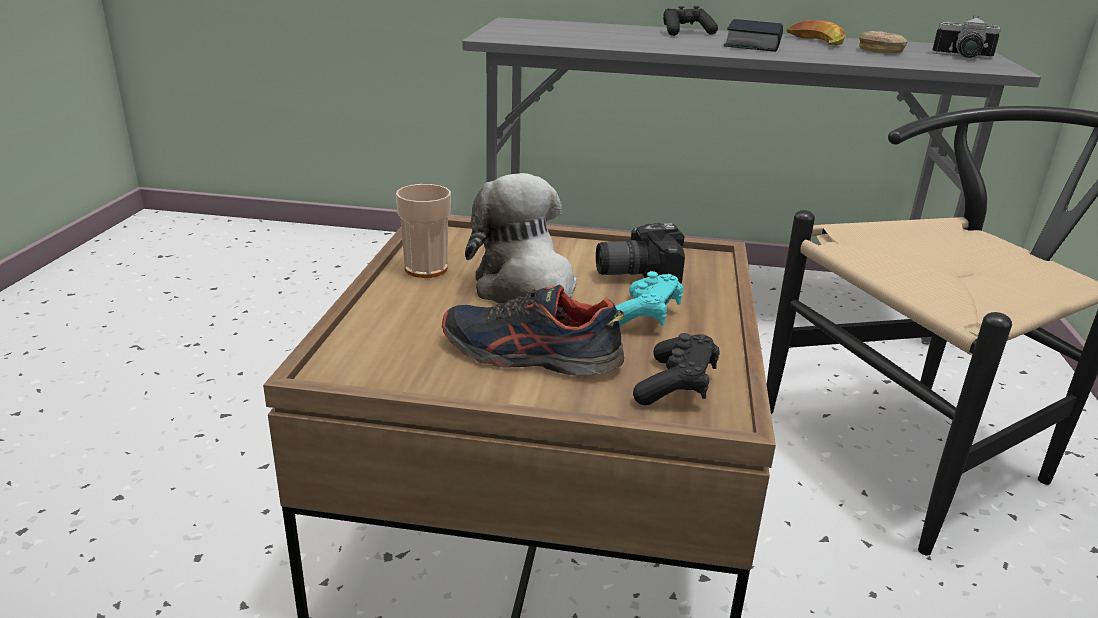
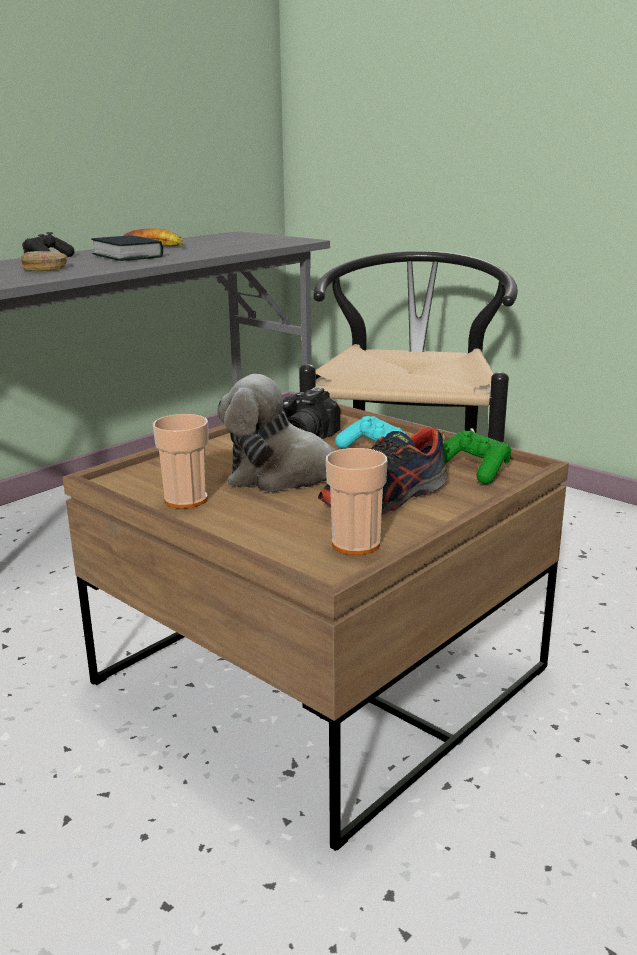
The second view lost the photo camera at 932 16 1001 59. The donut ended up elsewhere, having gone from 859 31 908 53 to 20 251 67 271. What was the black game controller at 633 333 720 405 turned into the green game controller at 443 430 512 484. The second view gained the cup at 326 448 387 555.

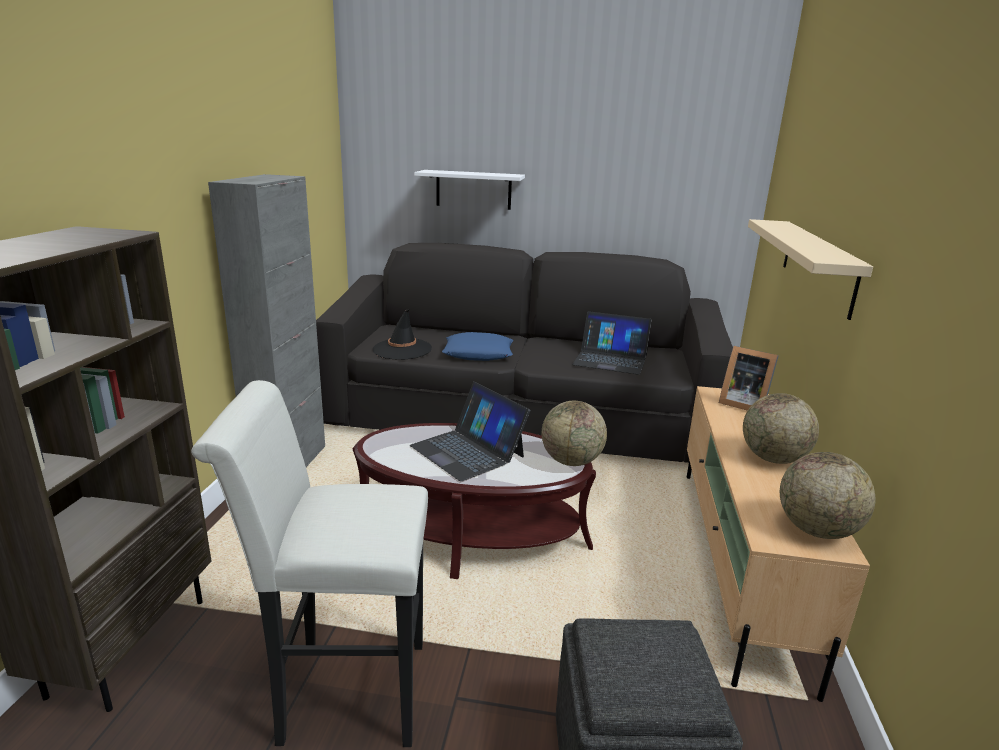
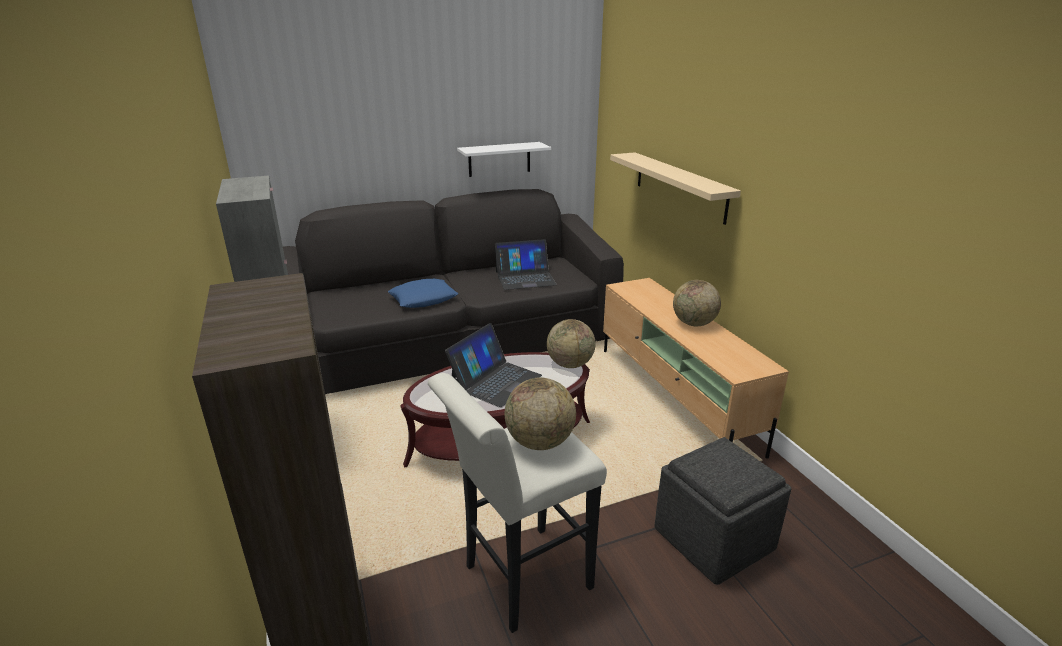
The white shelf ended up elsewhere, having gone from 414 170 525 210 to 457 142 551 177. The second view lost the black hat at 373 309 432 360. The second view lost the picture frame at 719 346 779 411. The laptop at 410 382 530 481 ended up facing another way, 75 degrees counterclockwise from before. The globe ended up elsewhere, having gone from 780 452 876 539 to 505 377 576 450.

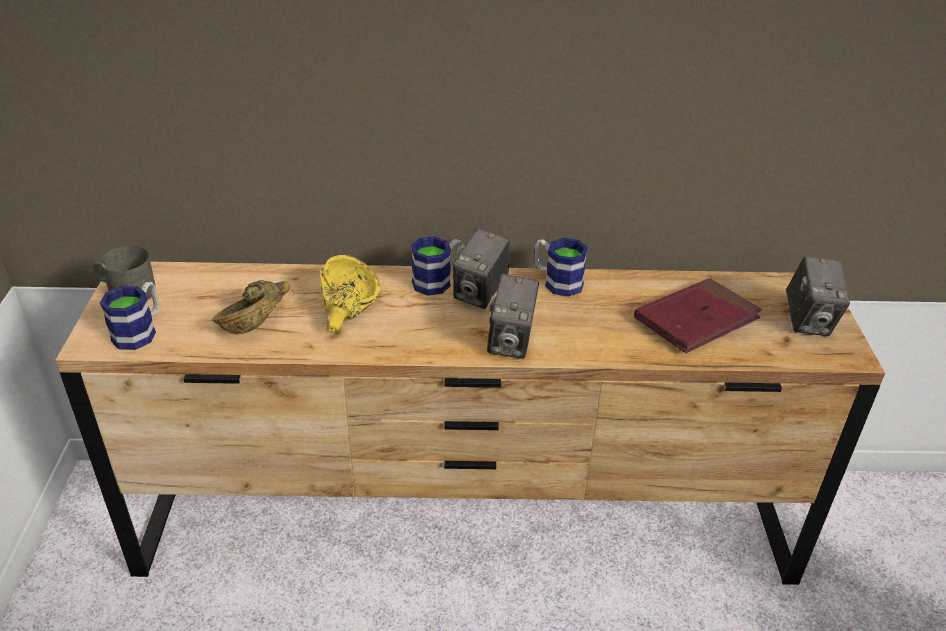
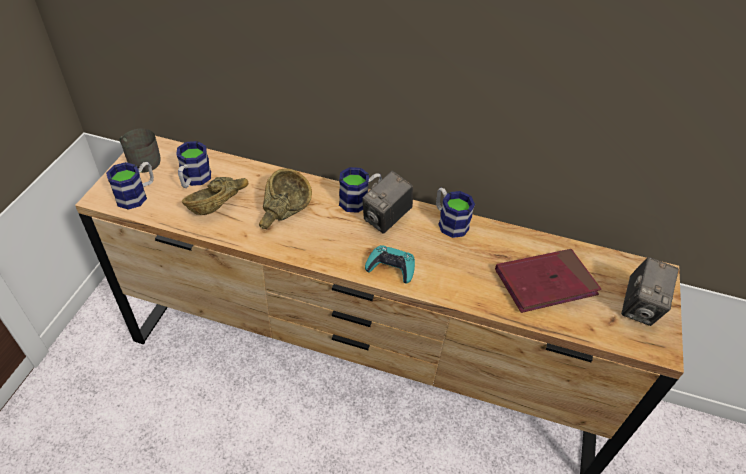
What was the yellow bowl at 320 255 380 332 turned into the brown bowl at 259 168 312 229. Where the photo camera stood at 487 274 539 359, the turquoise game controller came to stand at 365 245 415 284. The second view gained the mug at 176 141 211 188.

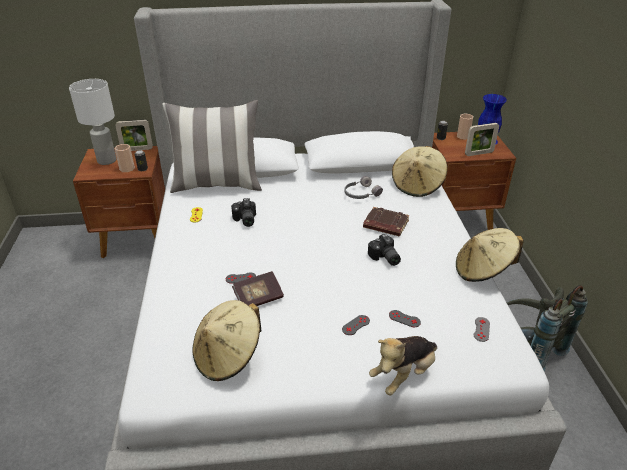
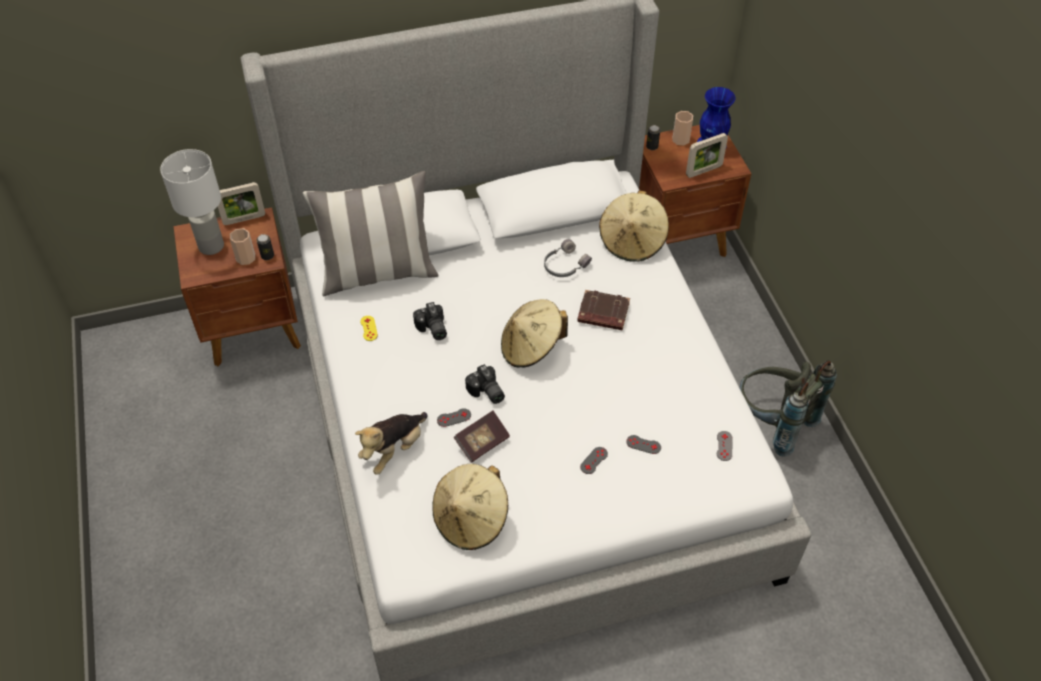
The beige hat ended up elsewhere, having gone from 456 228 524 282 to 501 299 568 368. The photo camera ended up elsewhere, having gone from 368 234 401 266 to 465 364 505 404. The plush toy ended up elsewhere, having gone from 369 336 437 396 to 355 412 428 475.

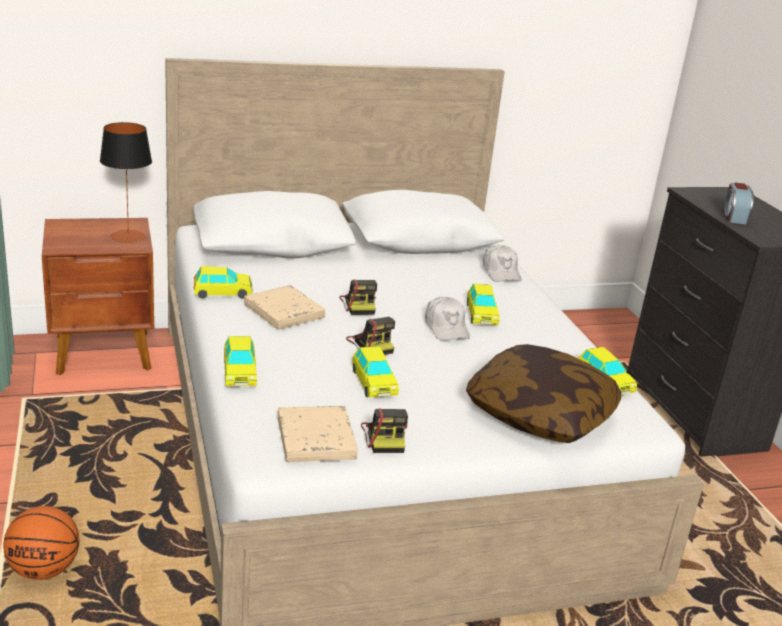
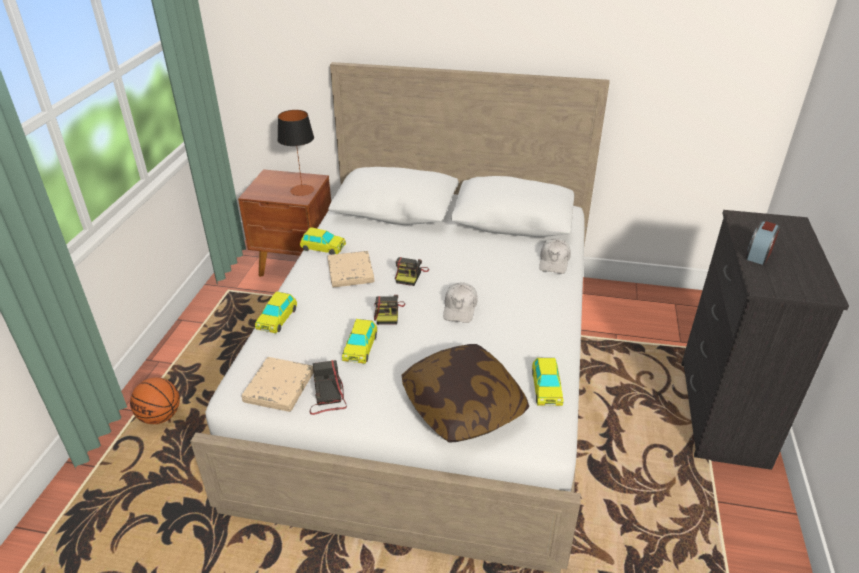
The second view lost the toy car at 467 284 500 325. The photo camera at 361 408 408 453 ended up facing another way, 150 degrees clockwise from before.

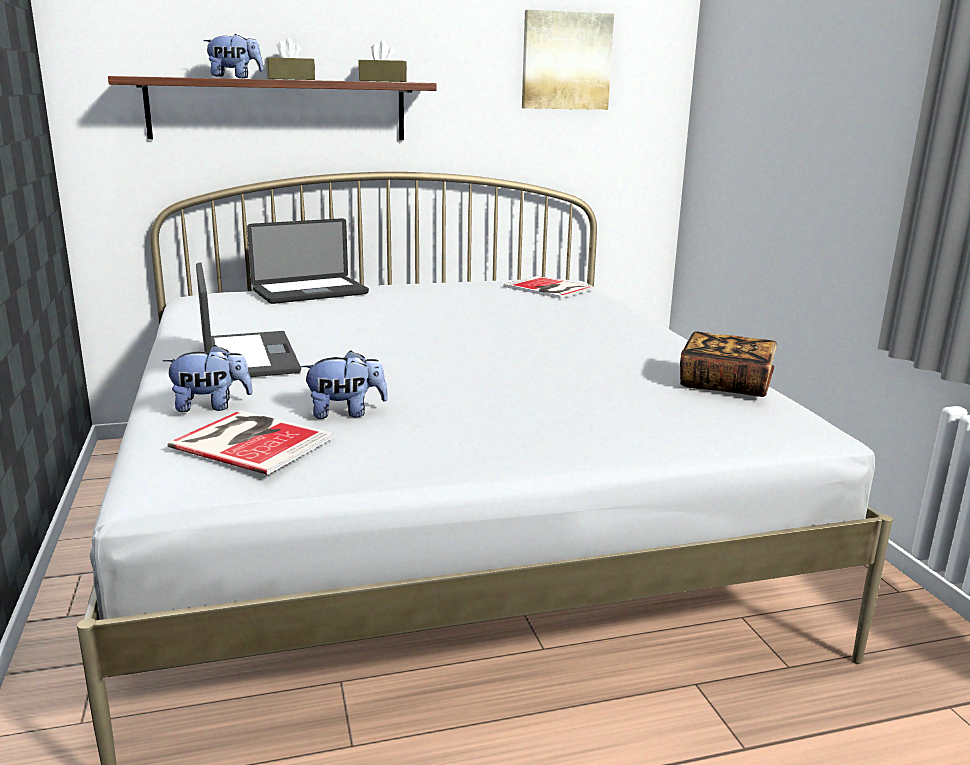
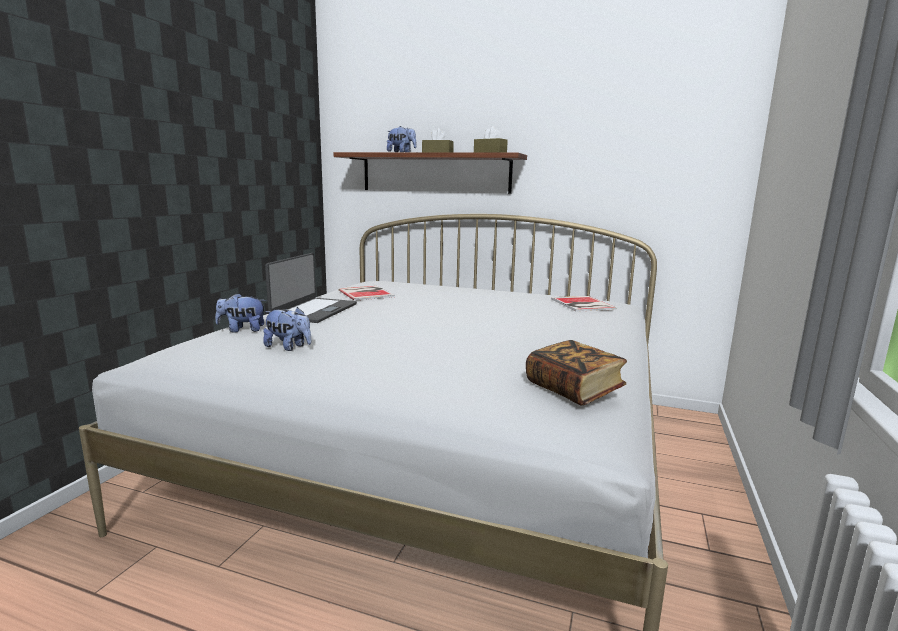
The second view lost the picture at 522 10 614 110. The second view lost the laptop at 247 218 369 304. The plush toy at 163 345 253 412 ended up facing another way, 150 degrees clockwise from before. The book ended up elsewhere, having gone from 167 410 334 475 to 339 286 395 301.

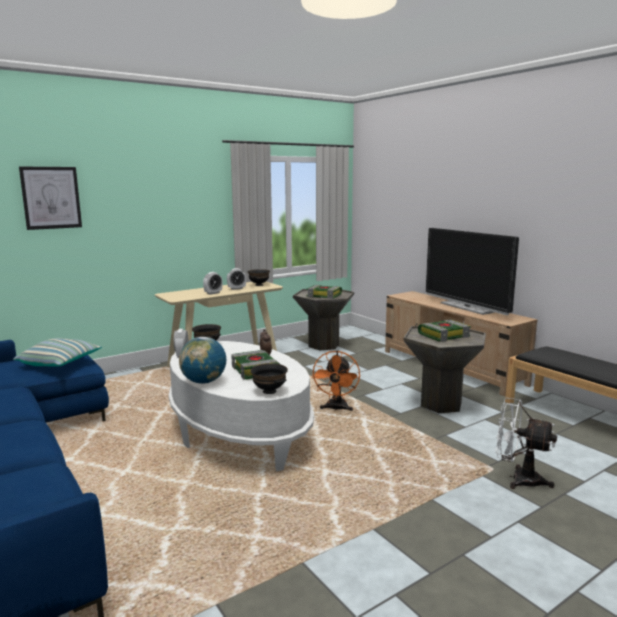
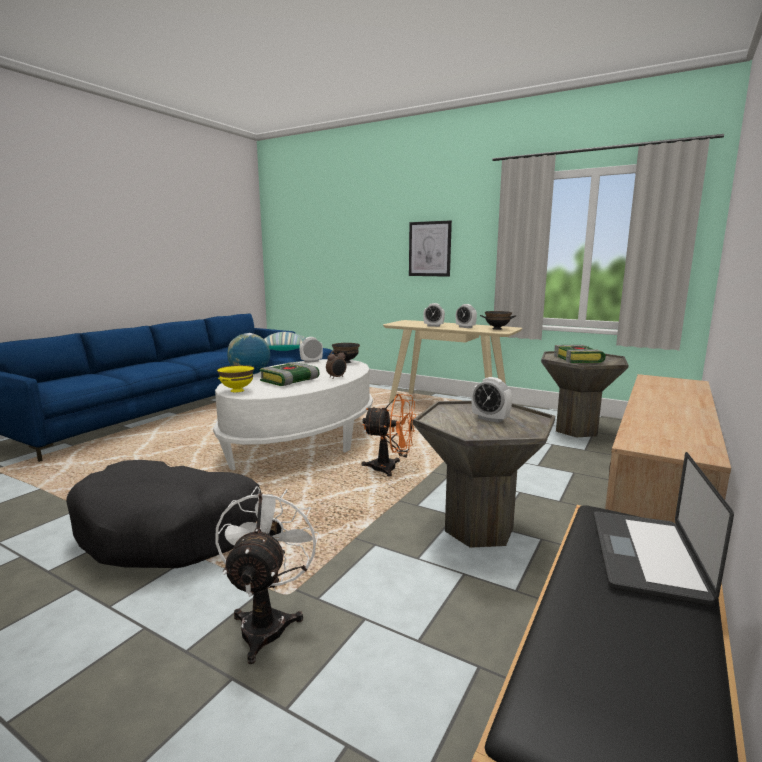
The picture ended up elsewhere, having gone from 19 167 82 230 to 409 220 452 277. The second view lost the television at 426 228 519 315. Where the book stood at 418 320 471 342, the alarm clock came to stand at 471 377 512 423. The orange fan at 311 351 360 411 ended up facing another way, 150 degrees counterclockwise from before. What was the black bowl at 250 363 288 394 turned into the yellow bowl at 217 365 255 392. The second view gained the laptop at 594 452 734 606. The second view gained the black dog bed at 66 460 261 568.

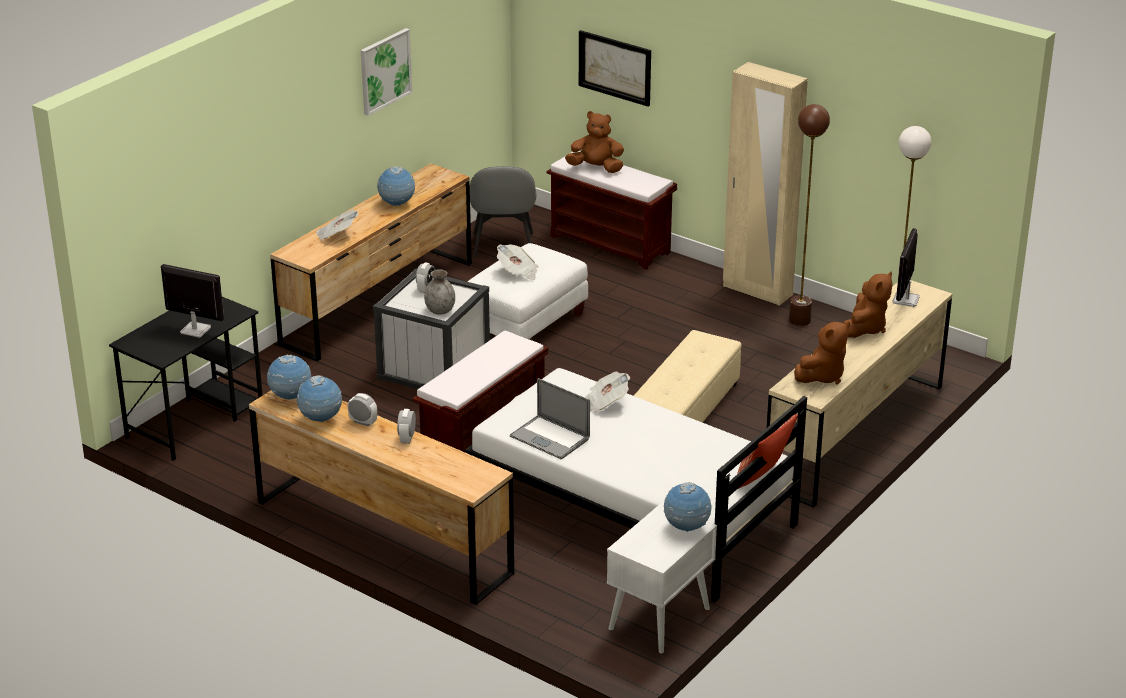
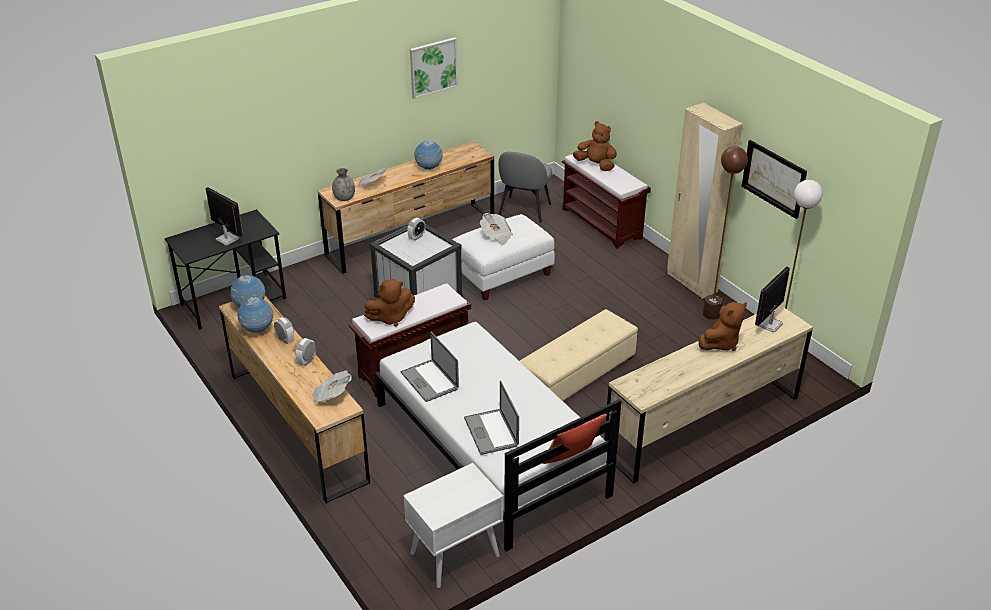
The picture ended up elsewhere, having gone from 579 30 651 107 to 742 140 807 219. The grey vase ended up elsewhere, having gone from 424 269 455 315 to 332 168 355 201. The brown plush toy ended up elsewhere, having gone from 794 322 850 384 to 364 279 415 327. The newspaper ended up elsewhere, having gone from 585 371 630 413 to 311 370 352 404. The second view lost the globe at 664 482 712 532. The second view gained the laptop at 464 380 519 455.

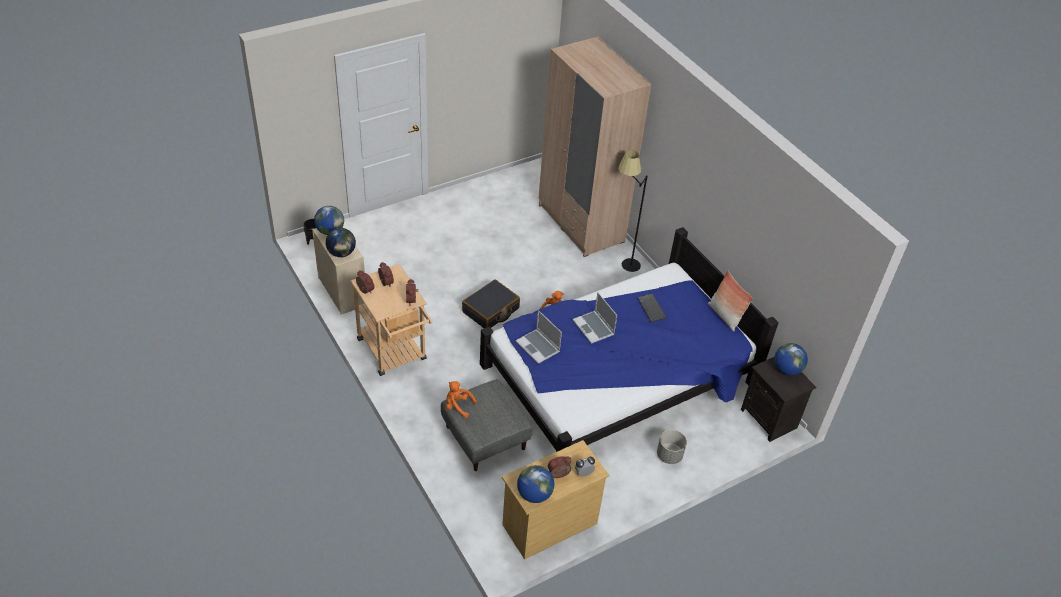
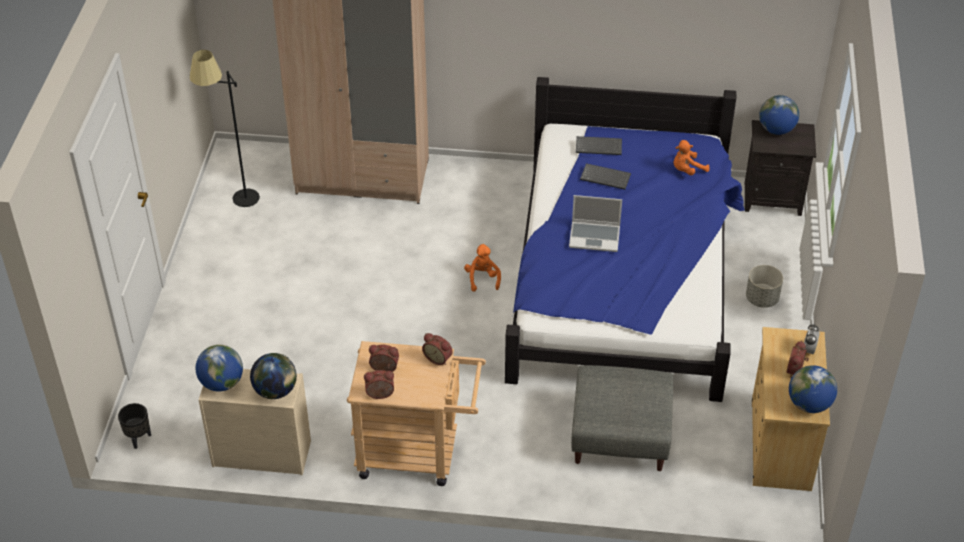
The black floor lamp ended up elsewhere, having gone from 618 150 648 272 to 189 50 260 207. The second view lost the pillow at 708 270 754 332. The second view lost the black suitcase at 462 279 520 328. The second view lost the laptop at 515 310 562 364. The orange plush toy ended up elsewhere, having gone from 446 381 477 418 to 674 140 710 175. The second view gained the keyboard at 576 136 622 155.

